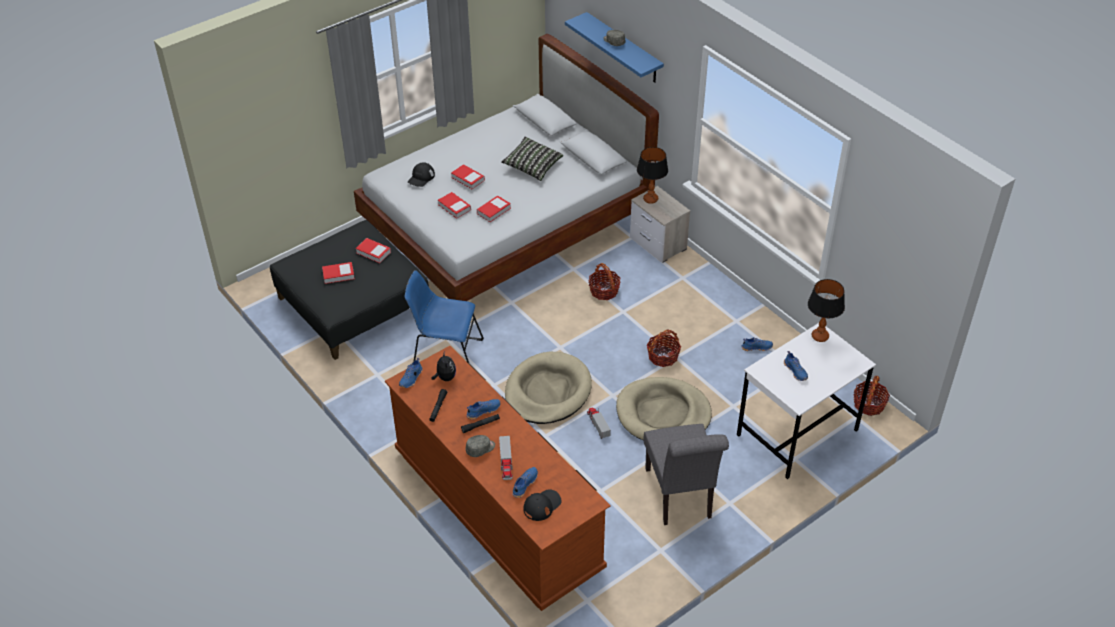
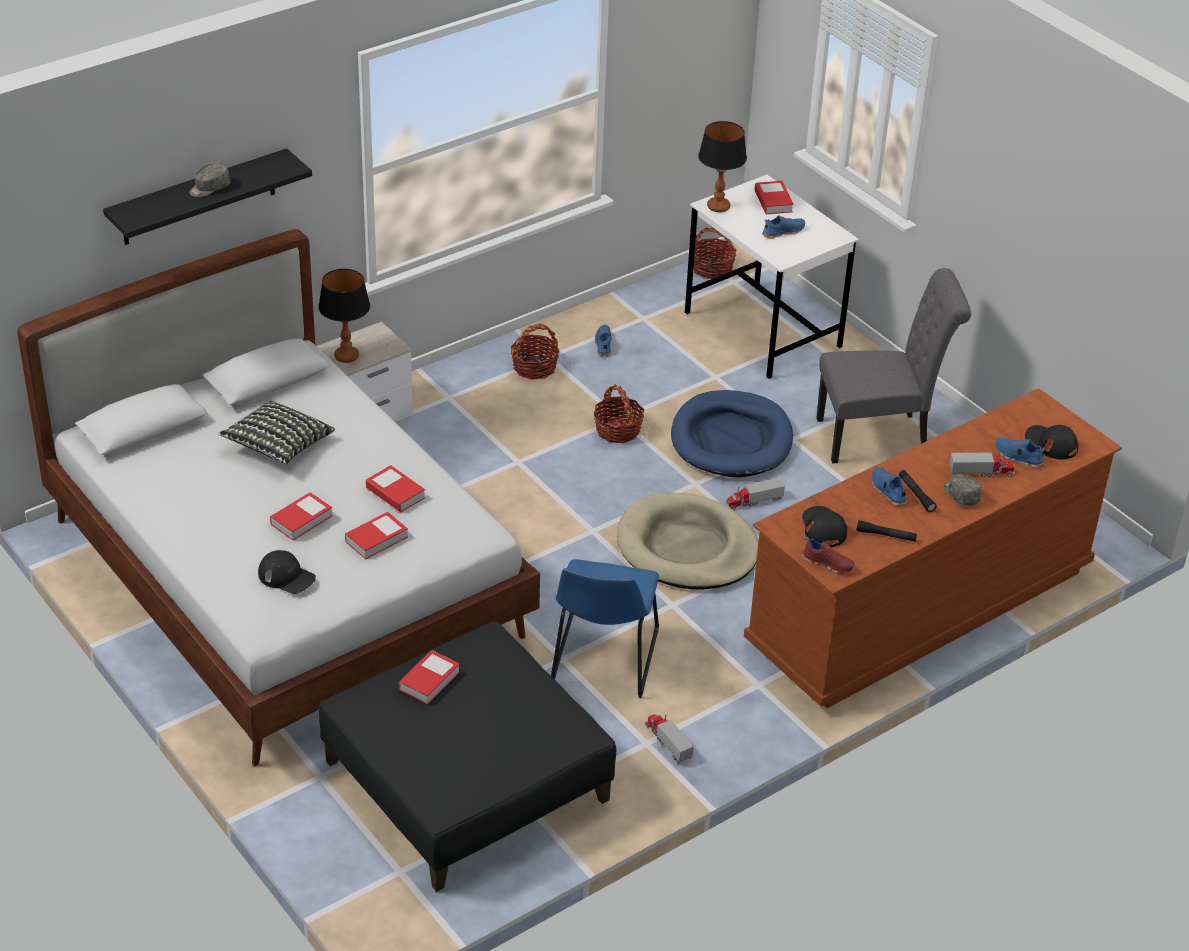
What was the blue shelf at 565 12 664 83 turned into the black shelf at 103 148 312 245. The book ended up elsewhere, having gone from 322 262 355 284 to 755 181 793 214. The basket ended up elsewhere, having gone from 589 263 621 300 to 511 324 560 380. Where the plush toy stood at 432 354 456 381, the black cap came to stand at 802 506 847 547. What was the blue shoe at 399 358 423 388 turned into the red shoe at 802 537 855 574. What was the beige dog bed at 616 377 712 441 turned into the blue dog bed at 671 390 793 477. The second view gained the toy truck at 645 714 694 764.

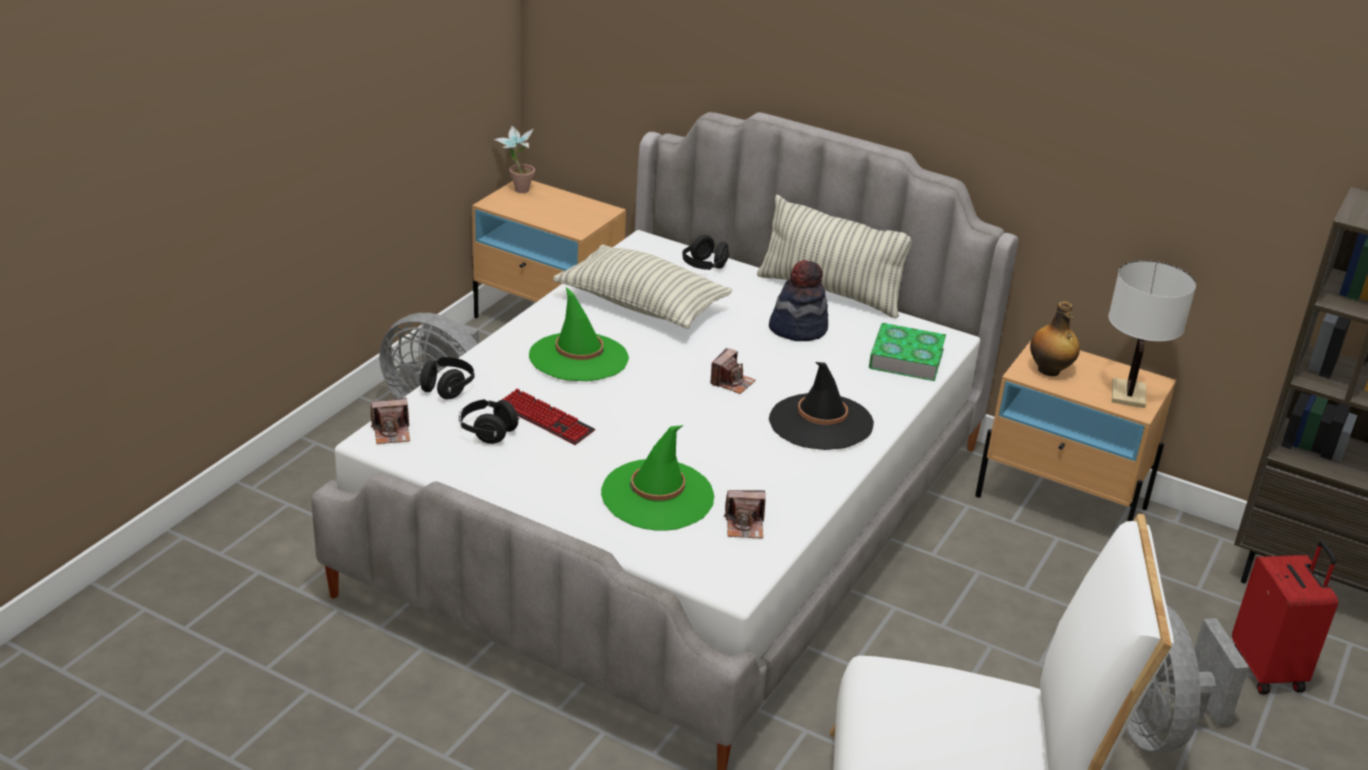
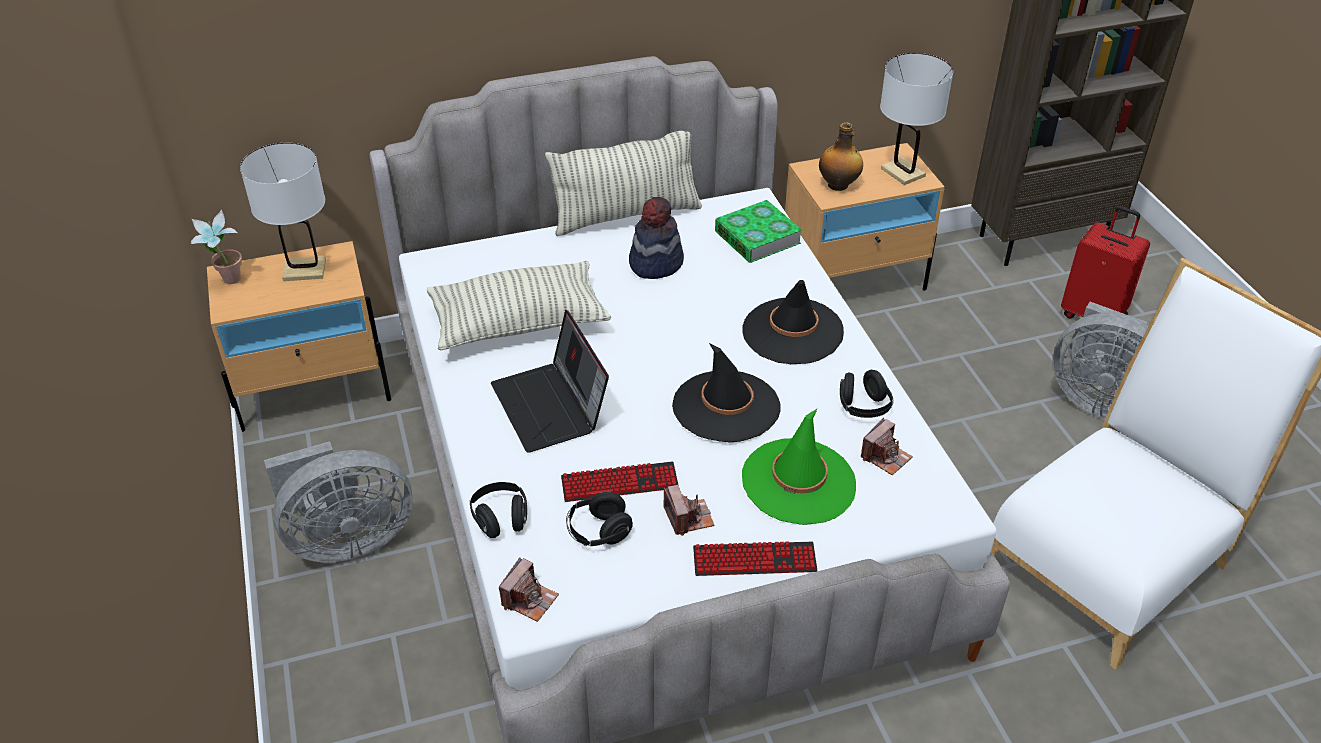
The black headphones ended up elsewhere, having gone from 682 235 729 270 to 840 370 894 418. Where the green hat stood at 529 287 629 381, the laptop came to stand at 491 310 609 453. The photo camera ended up elsewhere, having gone from 710 348 756 394 to 663 485 714 536. The second view gained the white table lamp at 240 143 326 281. The second view gained the black hat at 672 343 781 442. The second view gained the keyboard at 693 541 818 576.

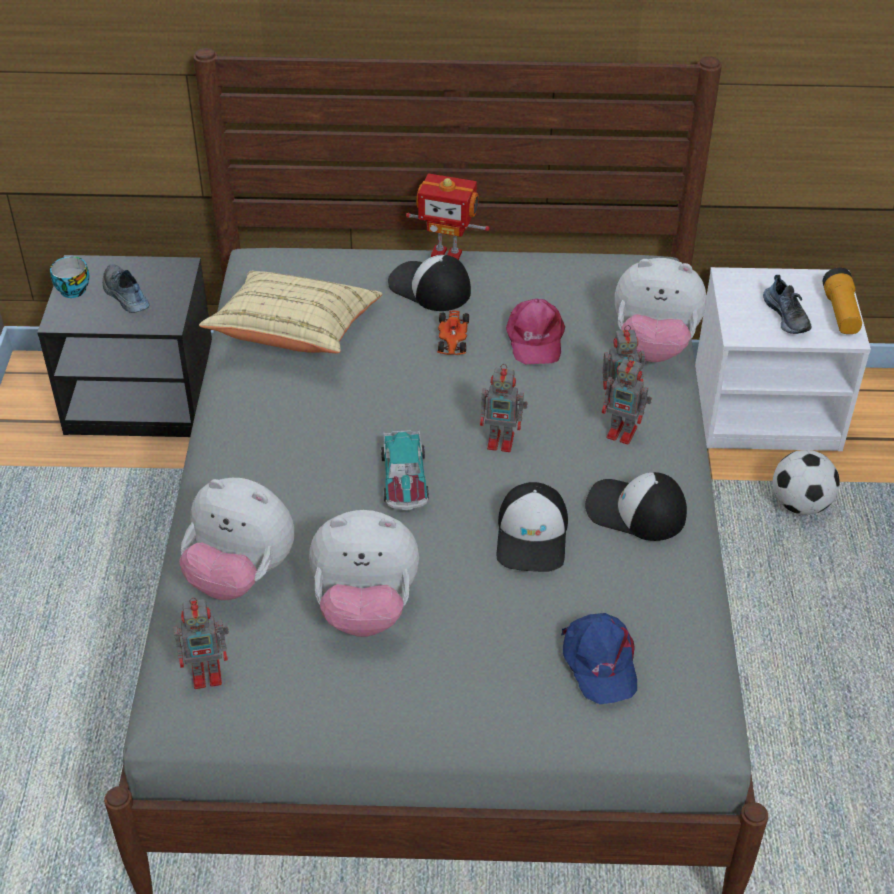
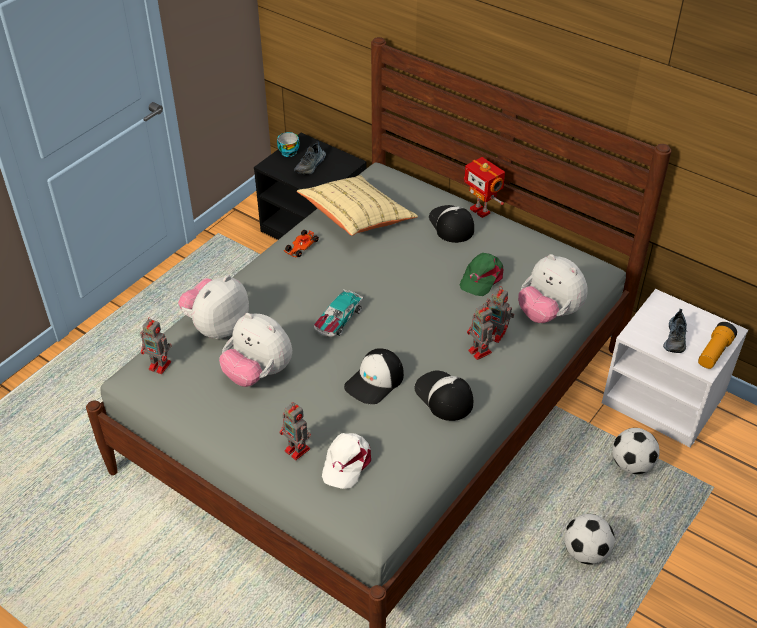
The shoe at 103 264 150 313 ended up facing another way, 150 degrees counterclockwise from before. What was the pink cap at 506 299 565 365 turned into the green cap at 460 253 503 296. The toy car ended up elsewhere, having gone from 437 311 469 355 to 284 230 319 258. The toy robot ended up elsewhere, having gone from 480 364 528 452 to 280 402 311 460. The plush toy at 179 478 295 600 ended up facing another way, 75 degrees clockwise from before. What was the blue cap at 561 613 637 704 turned into the white cap at 322 433 371 489. The second view gained the football at 564 514 615 565.

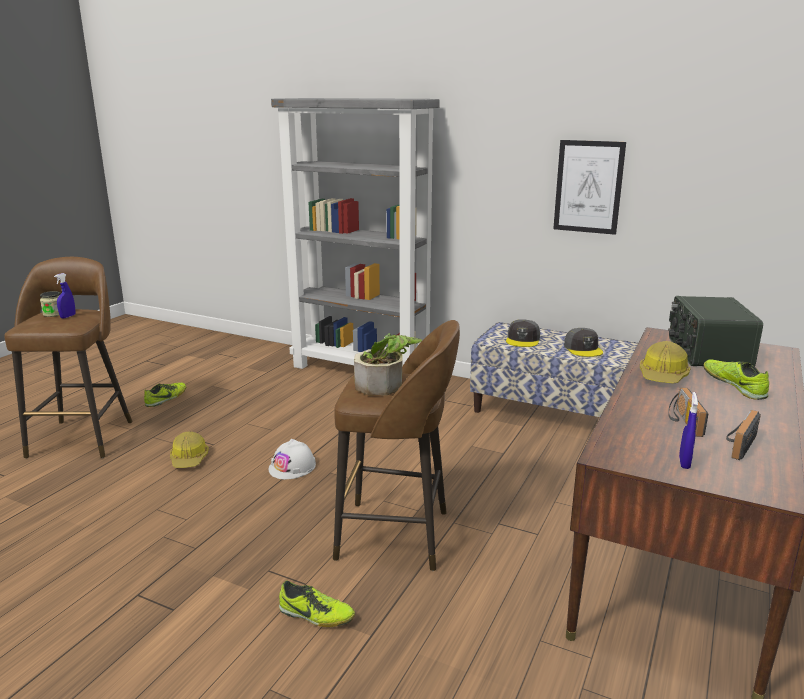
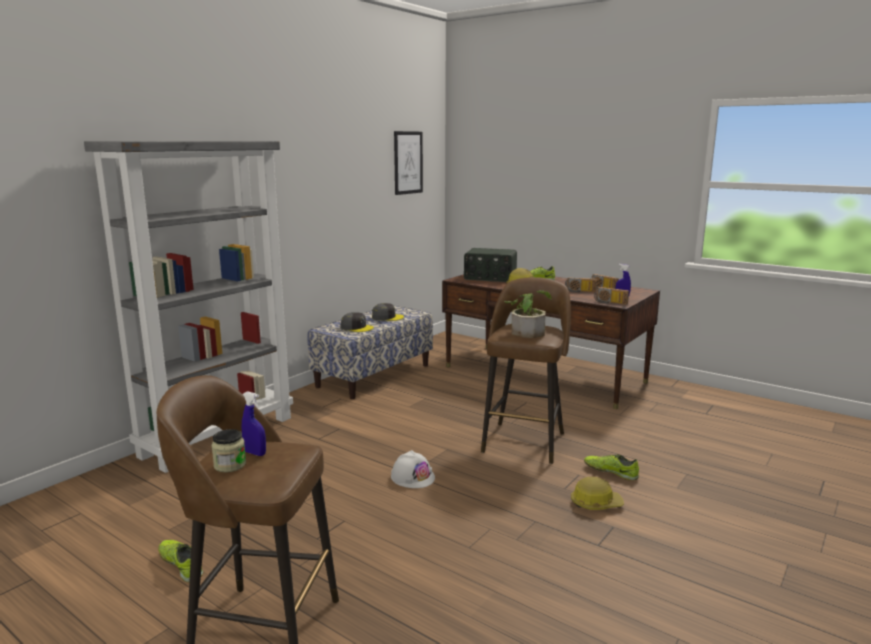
The picture ended up elsewhere, having gone from 553 140 626 235 to 394 131 423 195. The hard hat ended up elsewhere, having gone from 170 431 209 468 to 571 477 624 510. The shoe at 279 580 355 627 ended up facing another way, 90 degrees counterclockwise from before. The second view gained the radio at 594 287 629 305.

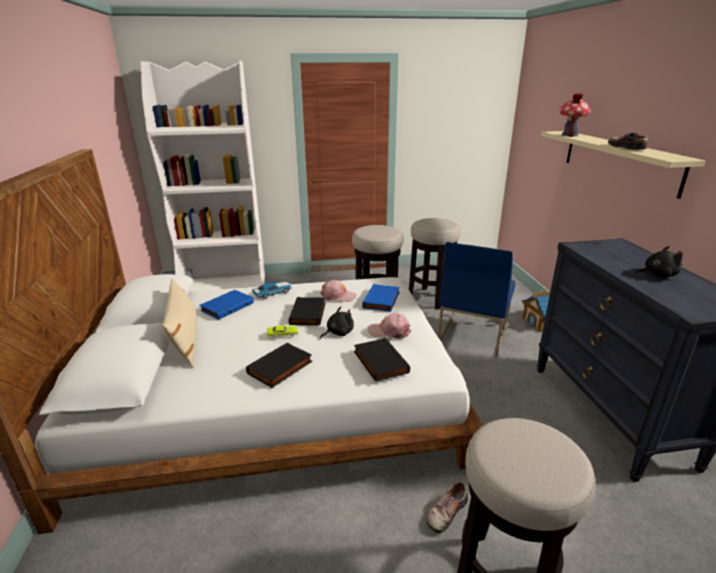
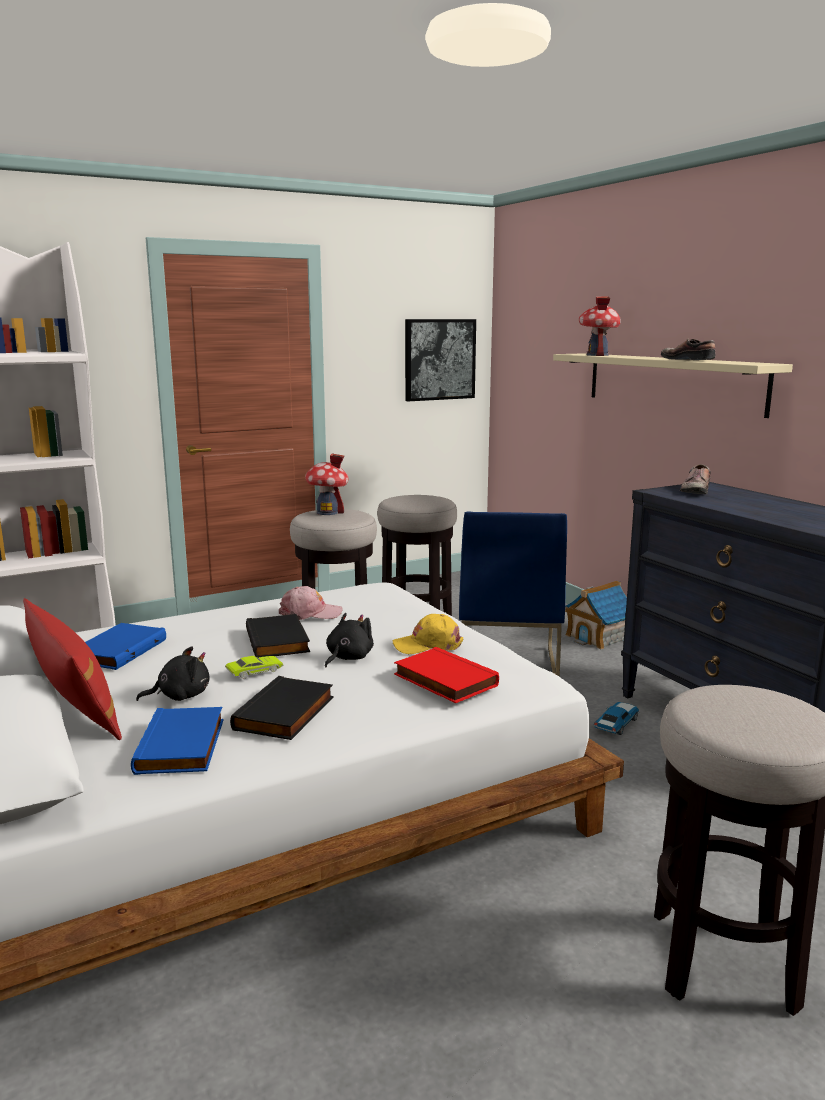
The black plush toy ended up elsewhere, having gone from 635 246 683 278 to 136 646 209 701. What was the beige pillow at 162 278 197 368 turned into the red pillow at 23 598 122 740. The toy car ended up elsewhere, having gone from 252 281 292 299 to 593 702 639 735. The blue book ended up elsewhere, having gone from 362 284 400 312 to 131 707 224 775. What was the pink cap at 368 313 411 339 turned into the yellow cap at 393 614 464 654. What was the black book at 354 338 410 382 turned into the red book at 394 647 499 703. The shoe ended up elsewhere, having gone from 427 482 468 533 to 680 464 711 494. The second view gained the picture at 405 319 476 401. The second view gained the toy house at 305 454 348 515.

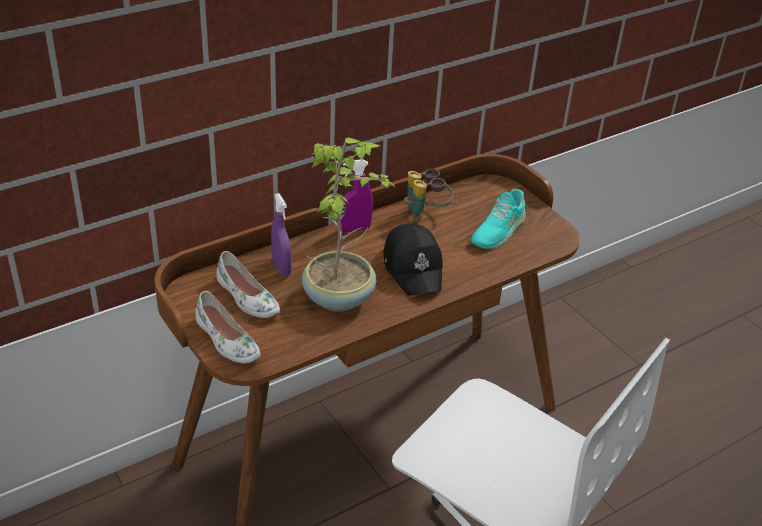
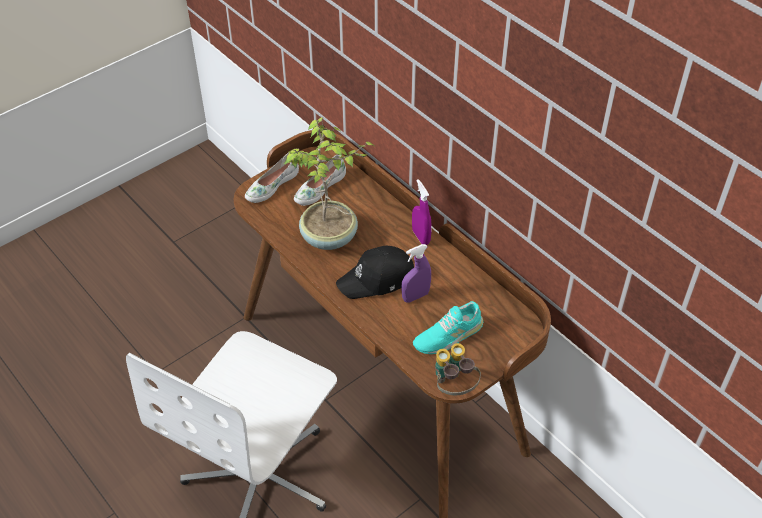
The binoculars ended up elsewhere, having gone from 404 169 453 222 to 435 343 481 395. The turquoise shoe at 471 189 526 249 ended up facing another way, 60 degrees counterclockwise from before. The purple spray bottle ended up elsewhere, having gone from 271 193 292 276 to 401 244 431 302.

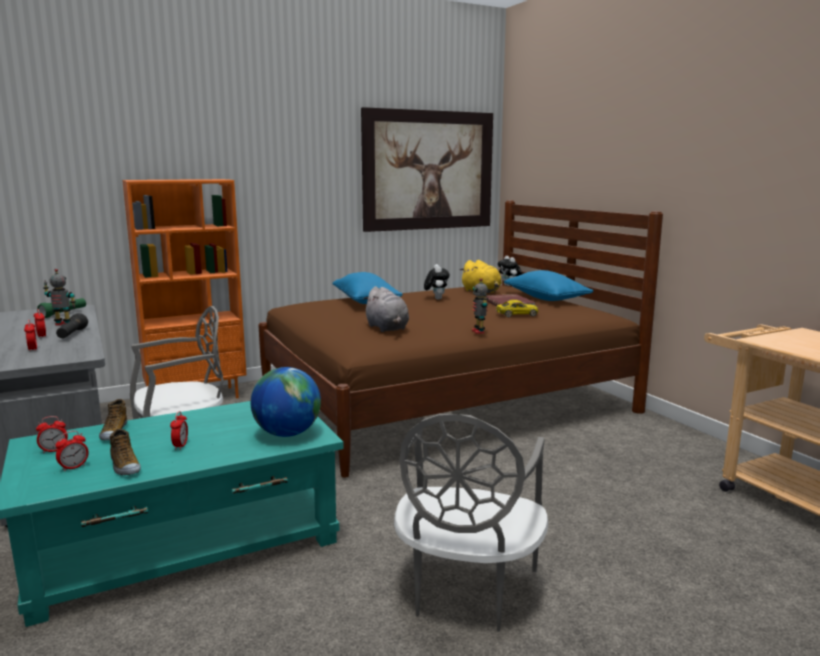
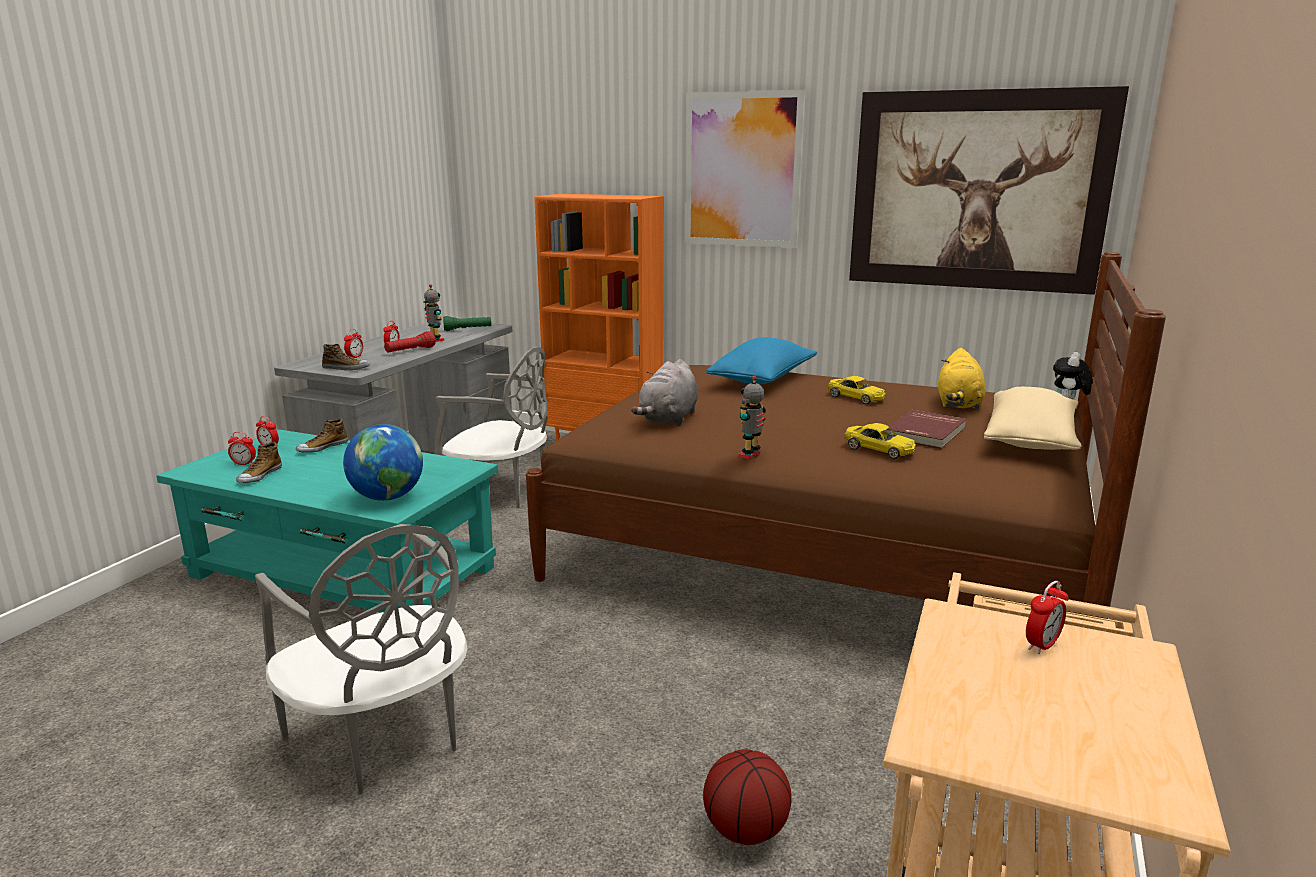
Where the plush toy stood at 424 264 450 300, the yellow toy car came to stand at 828 376 886 404. What was the blue pillow at 504 270 593 301 turned into the beige pillow at 984 387 1082 450. What was the black flashlight at 56 313 88 338 turned into the red flashlight at 384 331 436 353. The alarm clock ended up elsewhere, having gone from 170 411 188 450 to 1026 581 1068 654. The grey chair at 394 414 548 632 ended up facing another way, 105 degrees counterclockwise from before. The second view gained the picture at 685 90 805 248. The second view gained the shoe at 322 344 370 371. The second view gained the basketball at 703 749 792 845.

